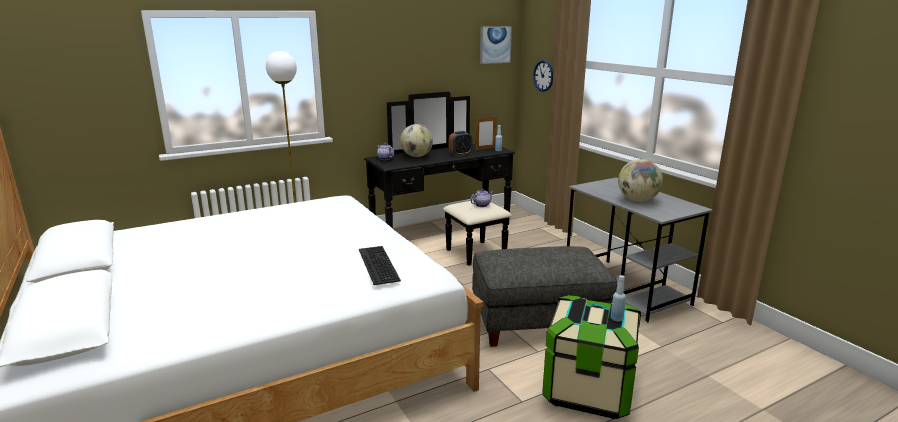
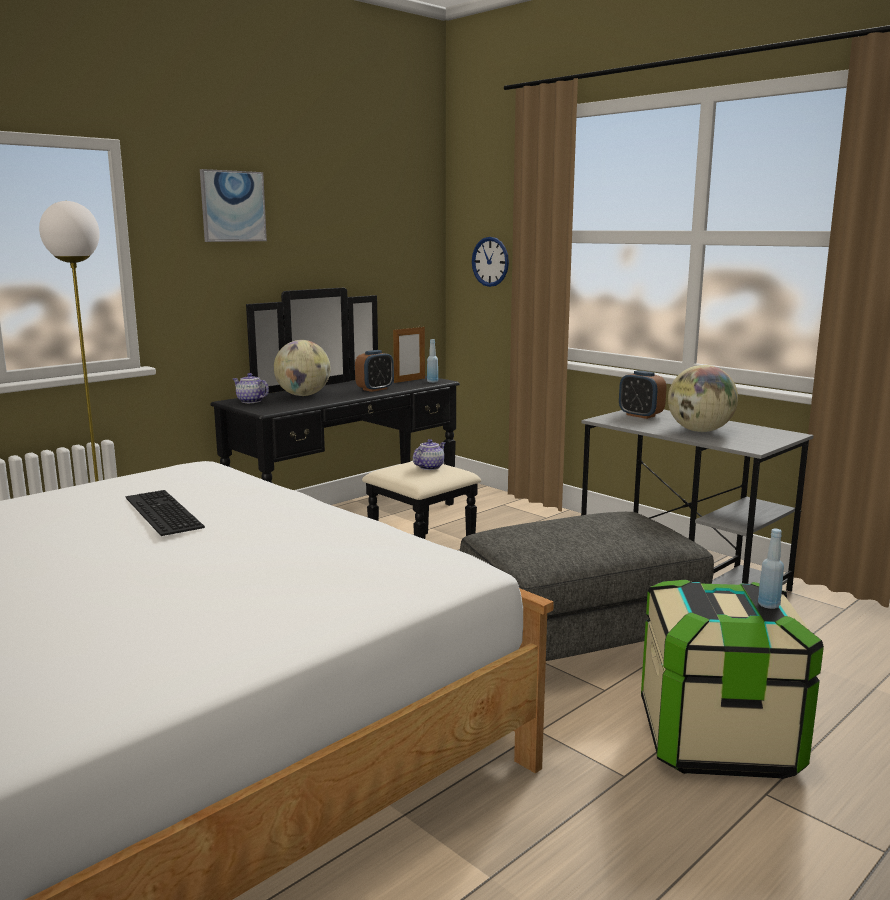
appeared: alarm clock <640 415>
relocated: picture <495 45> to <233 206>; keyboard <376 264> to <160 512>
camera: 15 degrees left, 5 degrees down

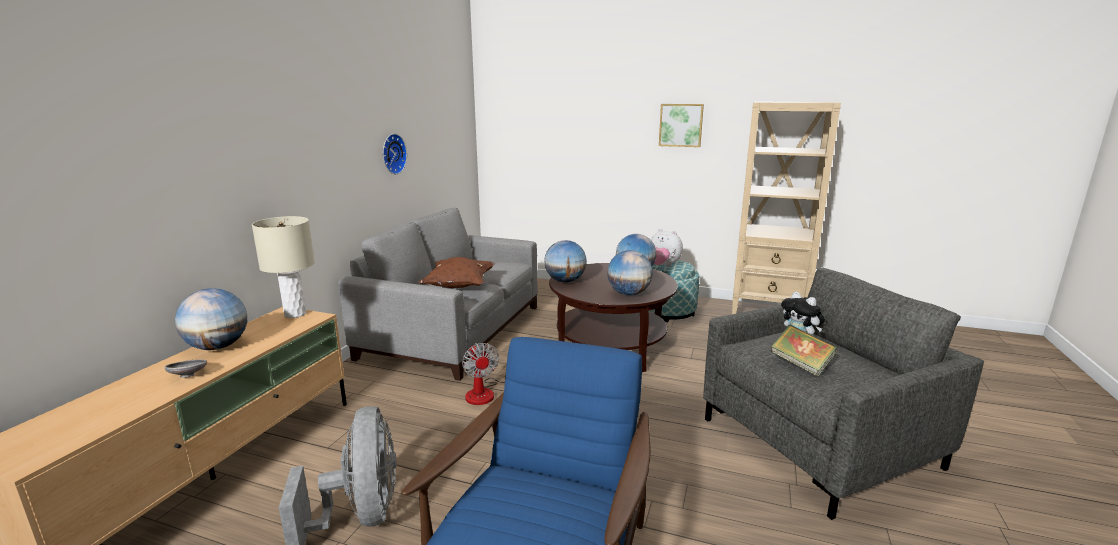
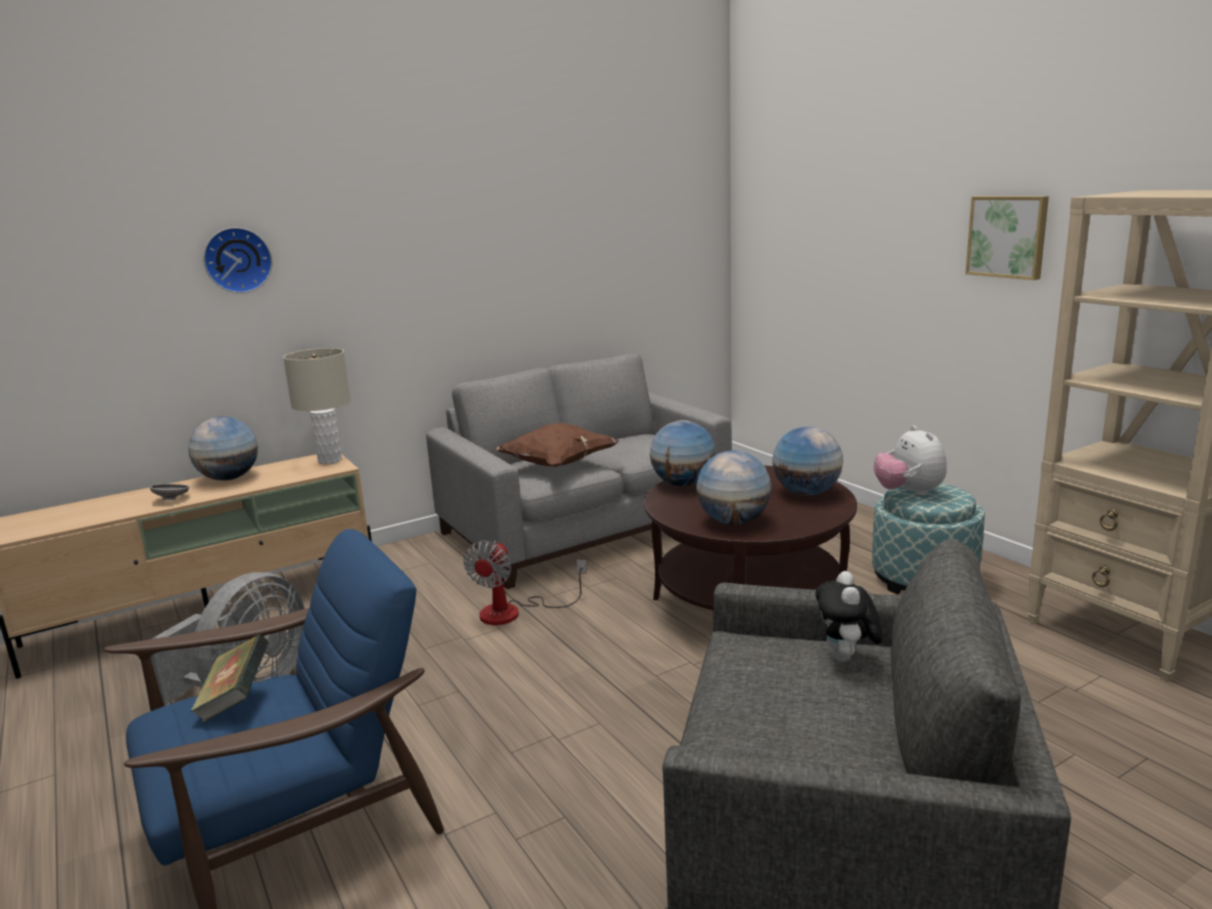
relocated: wall clock <392 154> to <237 260>; book <801 364> to <235 700>
camera: 40 degrees right, 0 degrees up

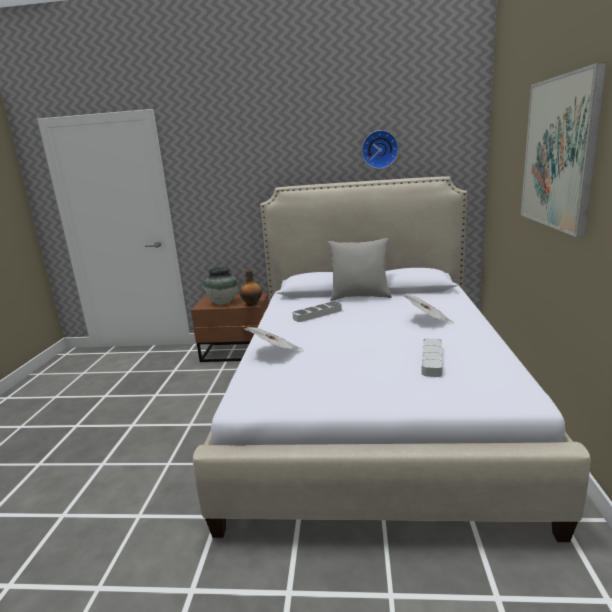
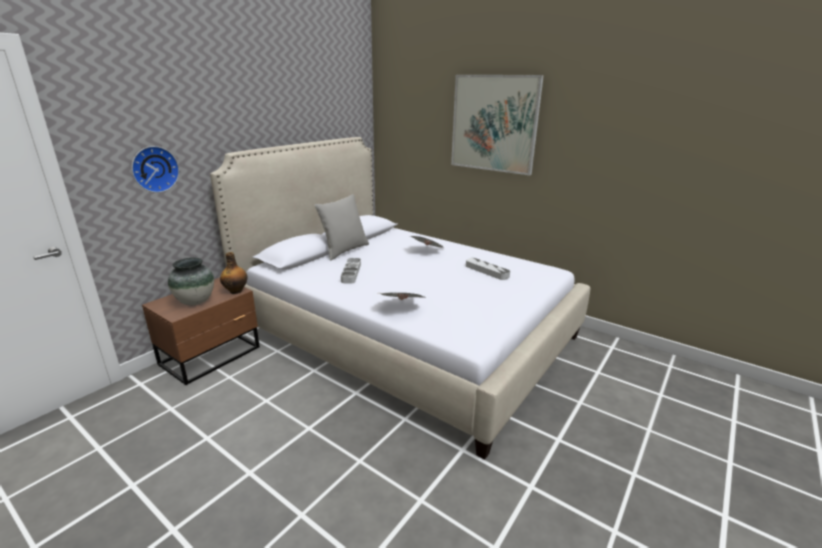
relocated: wall clock <379 149> to <154 169>
camera: 60 degrees left, 5 degrees up

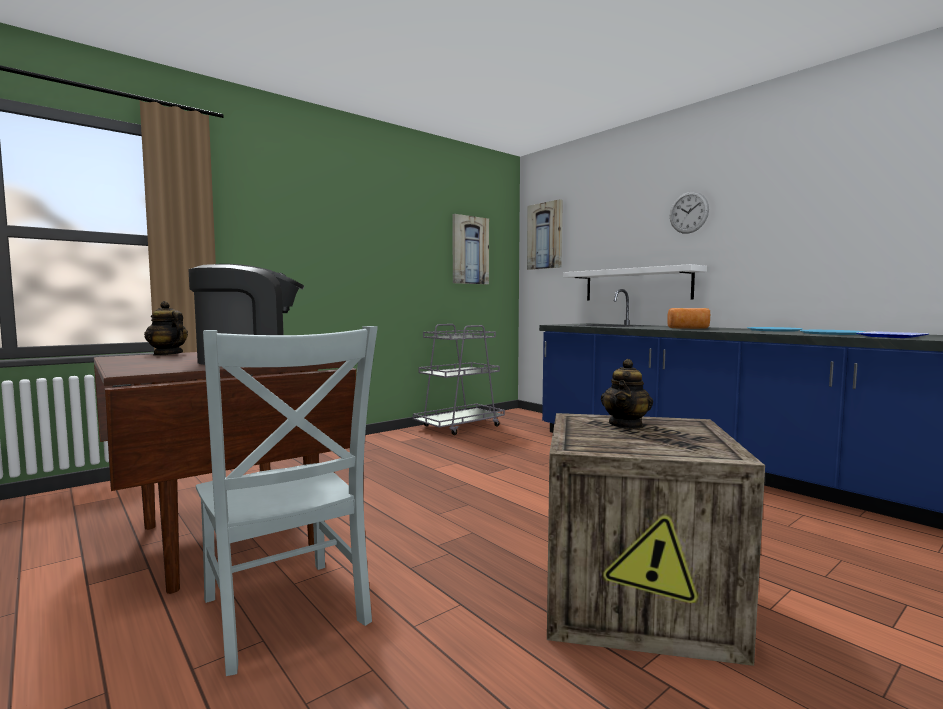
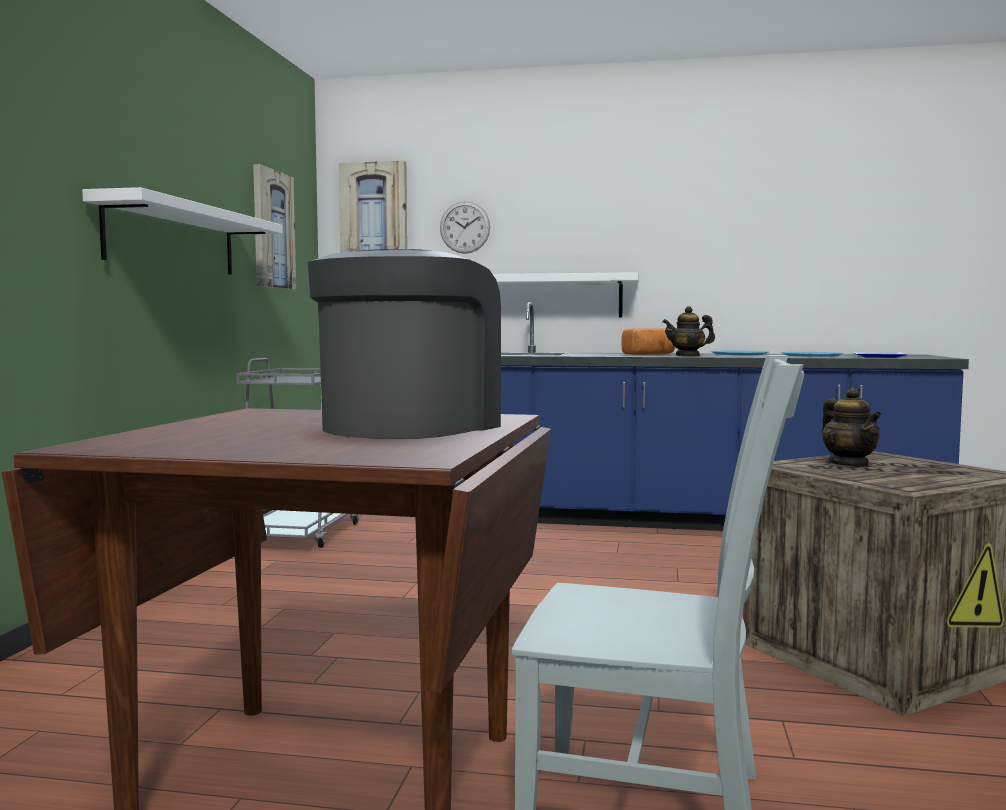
appeared: white shelf <173 239>
relocated: wall clock <688 212> to <465 227>; teapot <167 354> to <688 356>
camera: 40 degrees left, 0 degrees up

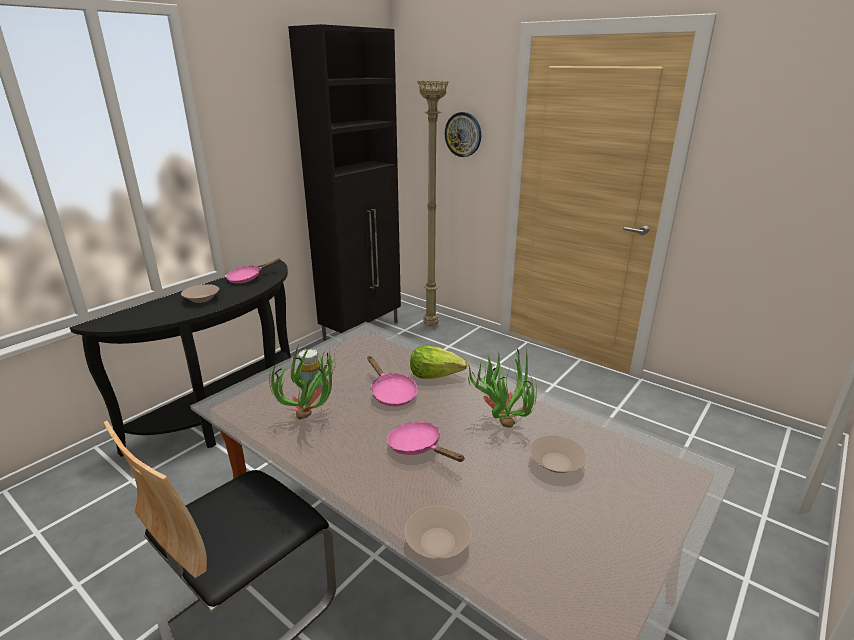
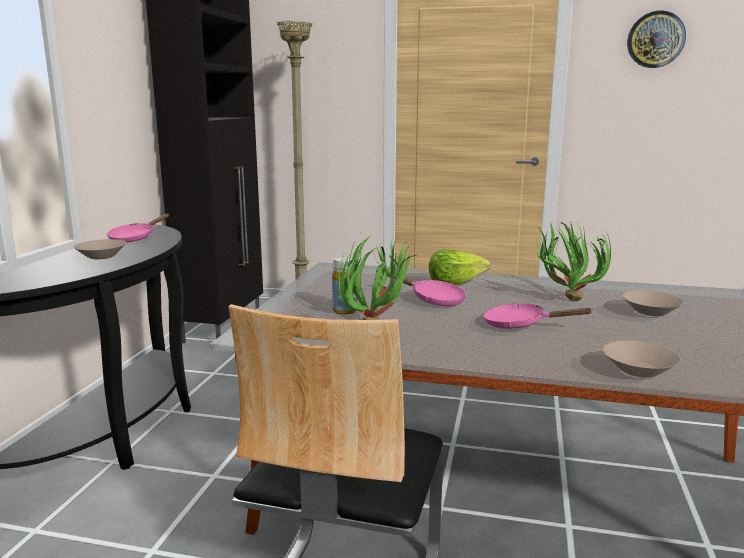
relocated: wall clock <463 134> to <655 39>
camera: 25 degrees left, 10 degrees down

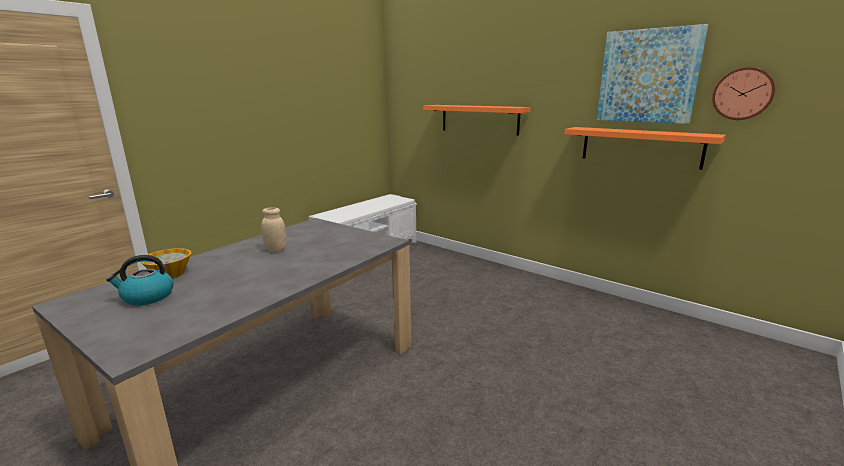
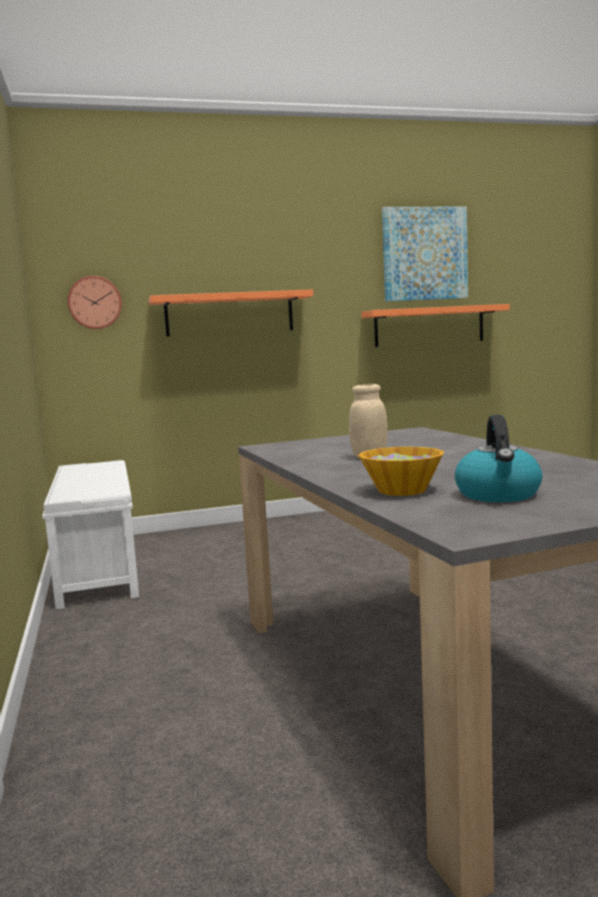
relocated: wall clock <743 94> to <95 302>
camera: 55 degrees left, 10 degrees down

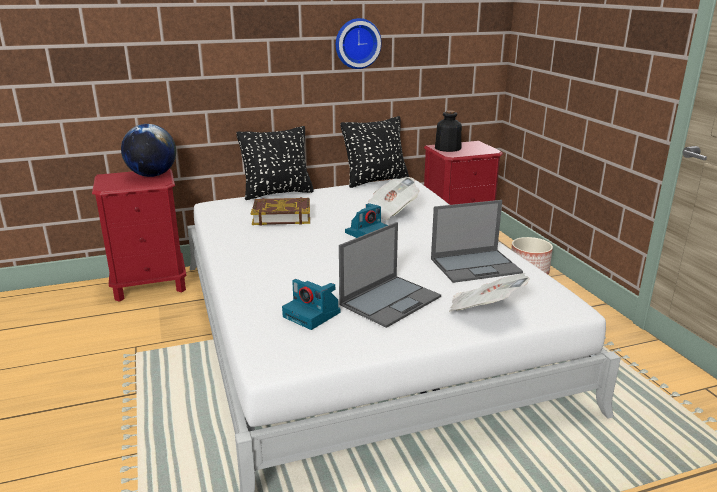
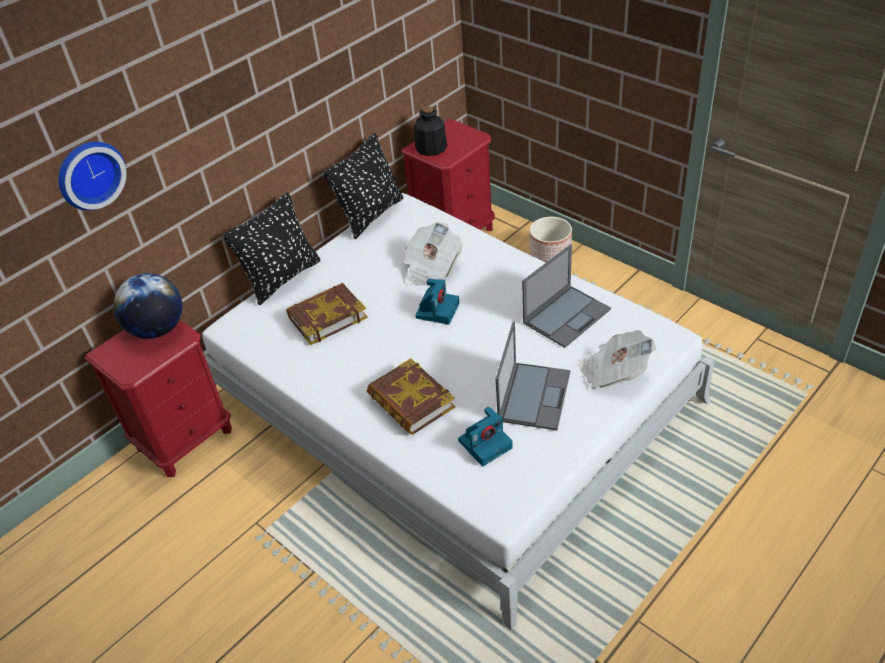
appeared: book <410 402>
relocated: wall clock <357 43> to <89 174>
spun: photo camera <313 315> = <485 443> 45 degrees counterclockwise
camera: 25 degrees left, 20 degrees up

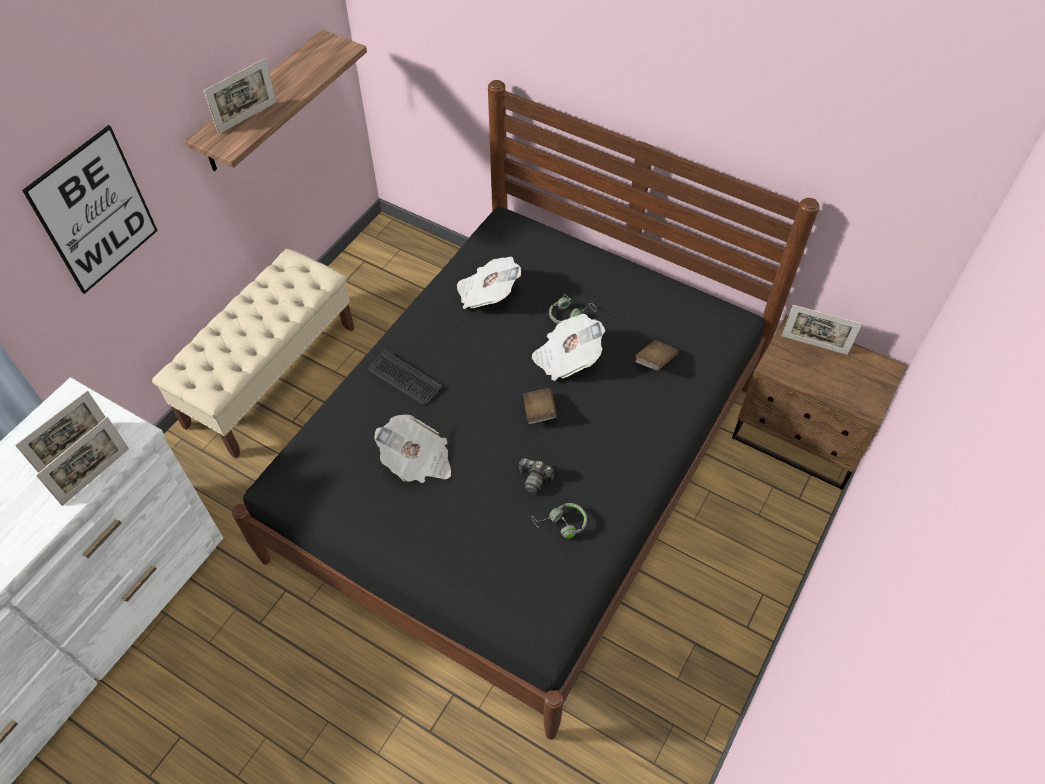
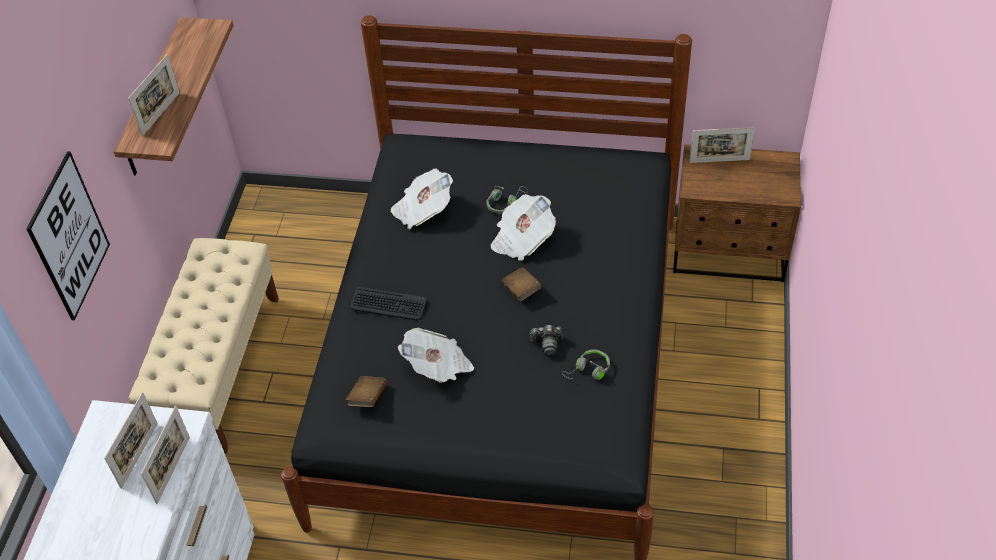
relocated: brown book <655 362> to <368 398>
camera: 20 degrees left, 5 degrees down

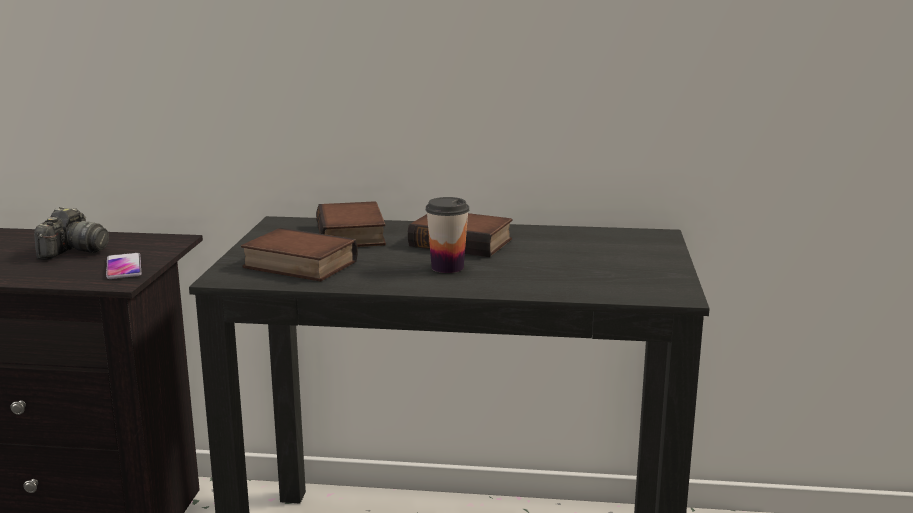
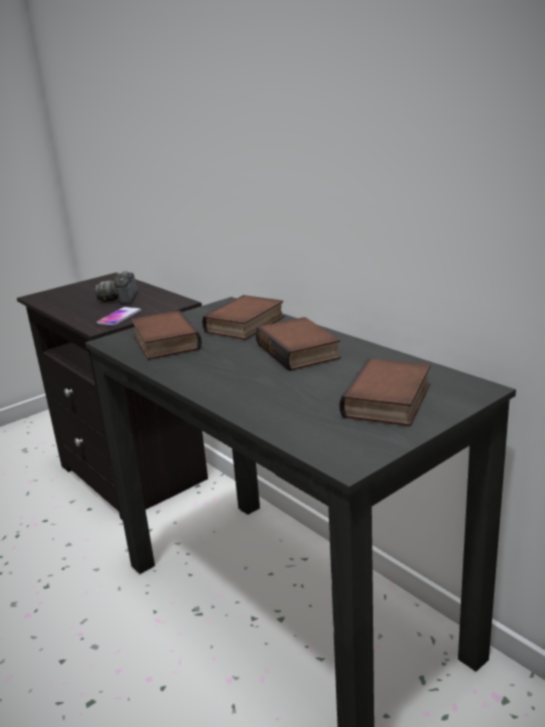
missing: cup <447 267>
appeared: book <389 402>
spun: photo camera <74 251> = <121 299> 120 degrees clockwise
camera: 45 degrees right, 5 degrees up

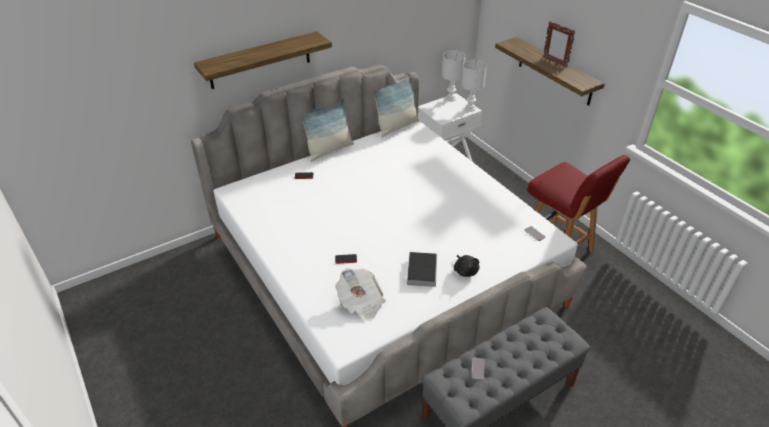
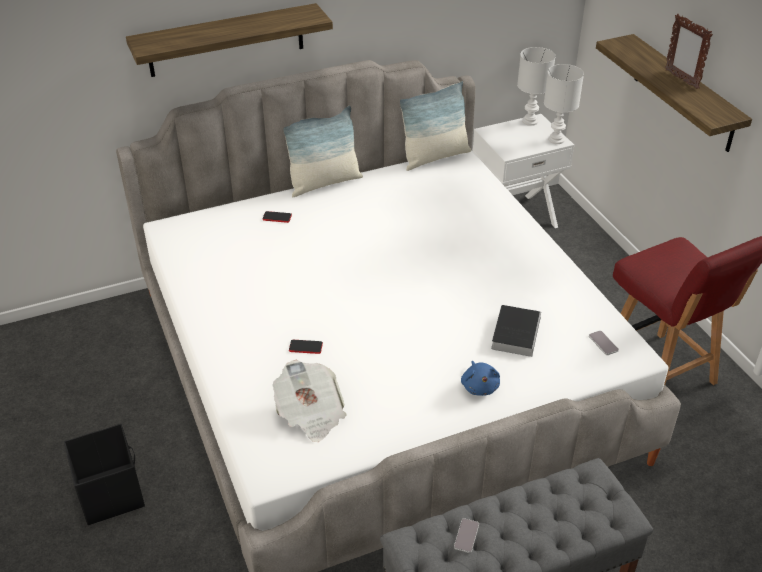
appeared: black storage box <111 493>
relocated: book <421 270> to <515 332>
colour: black plush toy <465 270> to blue plush toy <479 386>
camera: 10 degrees right, 0 degrees up

